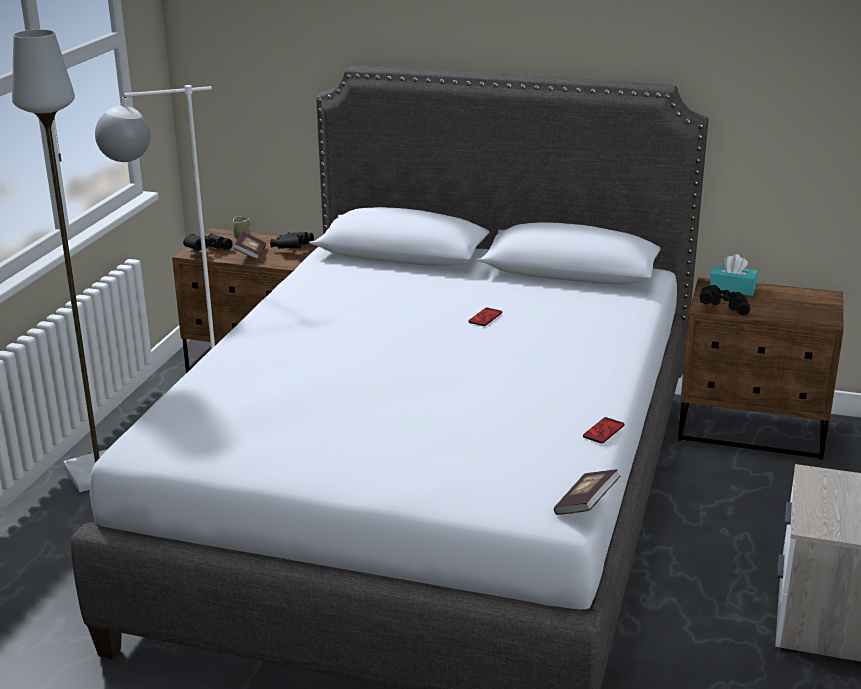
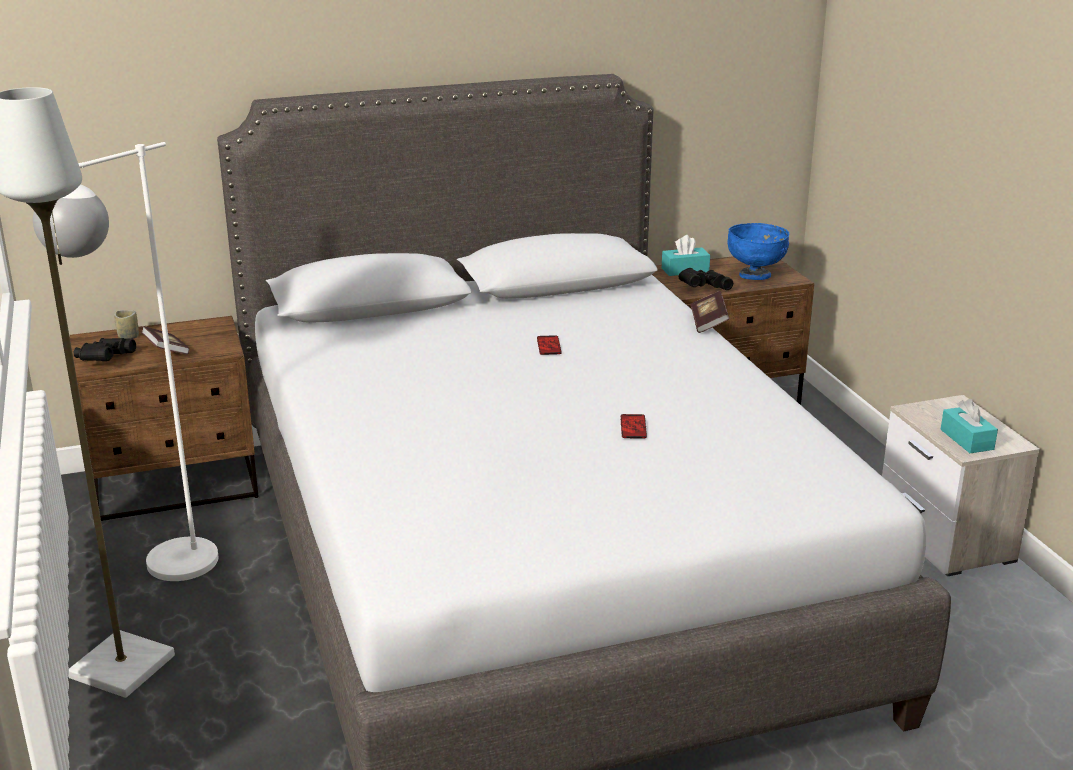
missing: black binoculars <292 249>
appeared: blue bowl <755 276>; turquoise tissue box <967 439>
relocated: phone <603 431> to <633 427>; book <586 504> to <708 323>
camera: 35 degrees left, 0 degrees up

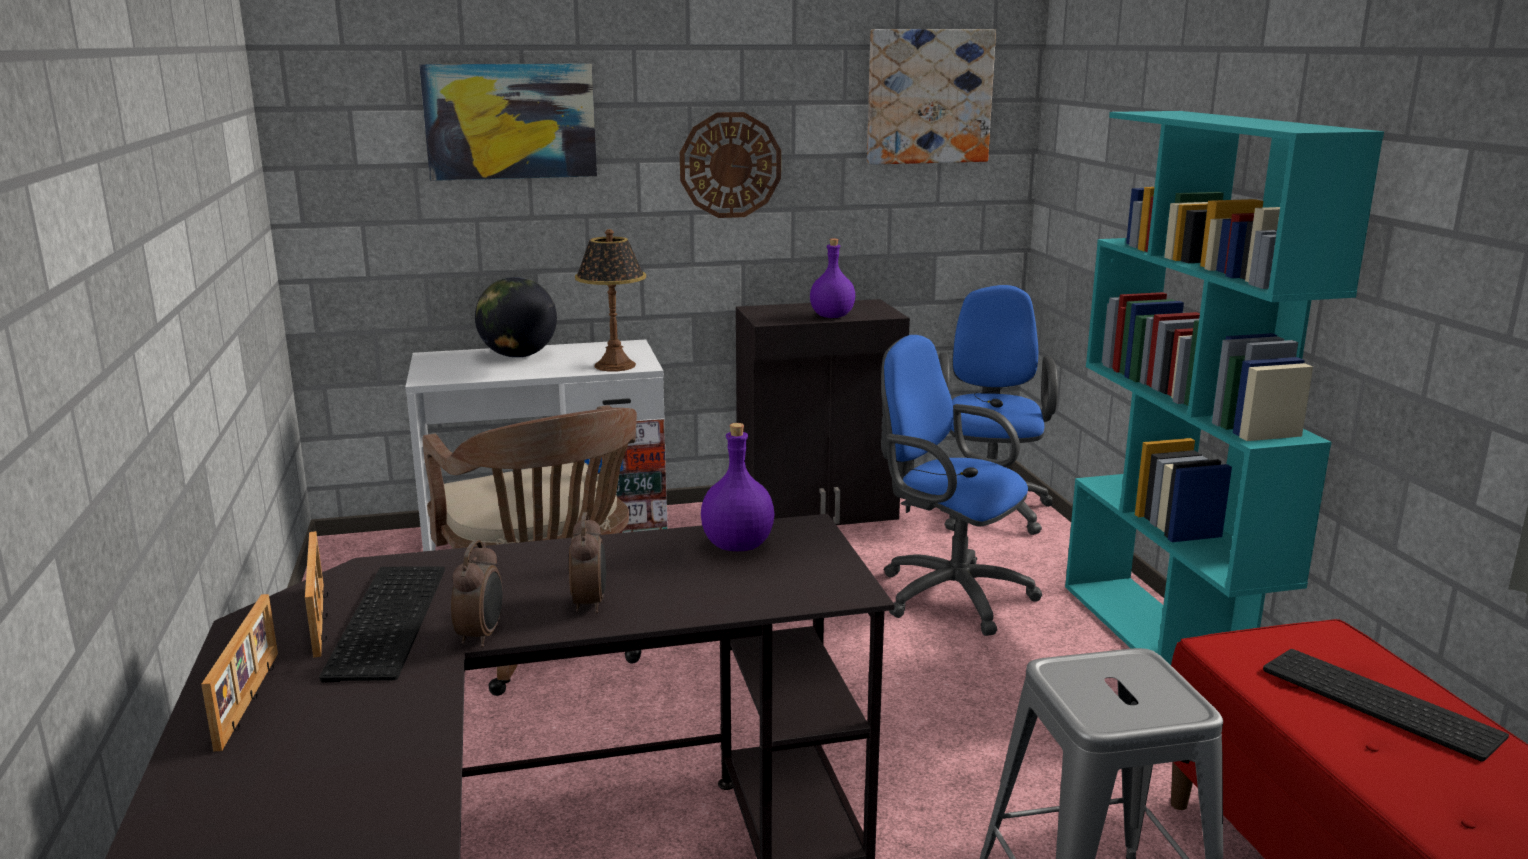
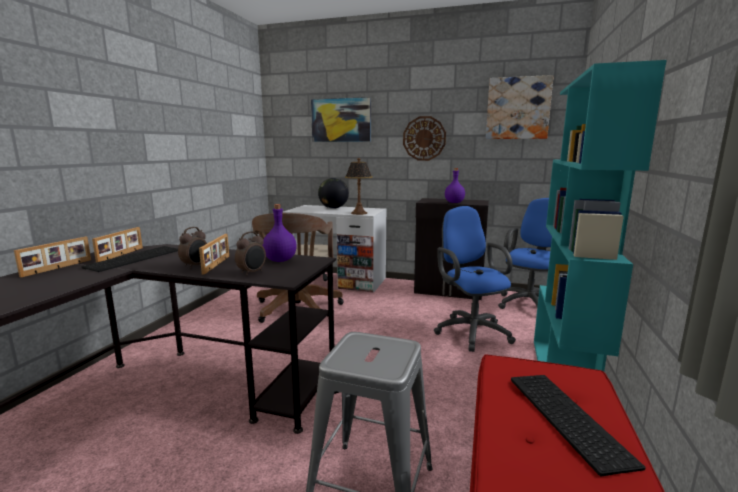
appeared: picture frame <217 264>
relocated: alarm clock <482 636> to <252 272>
camera: 30 degrees right, 5 degrees down

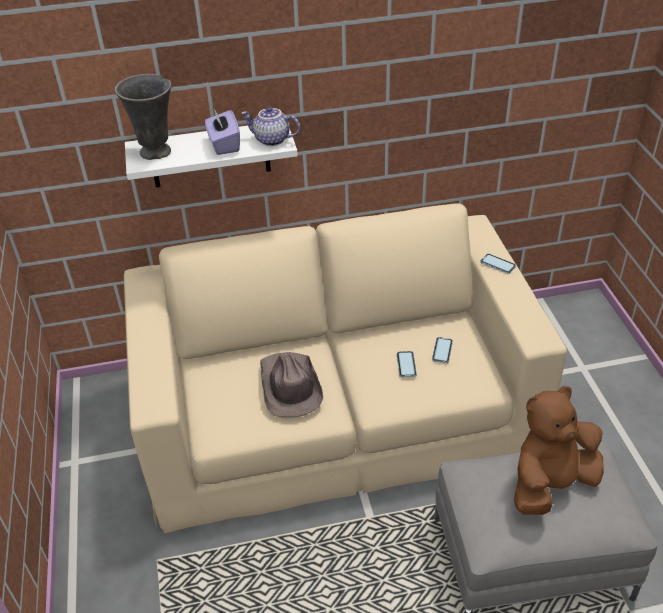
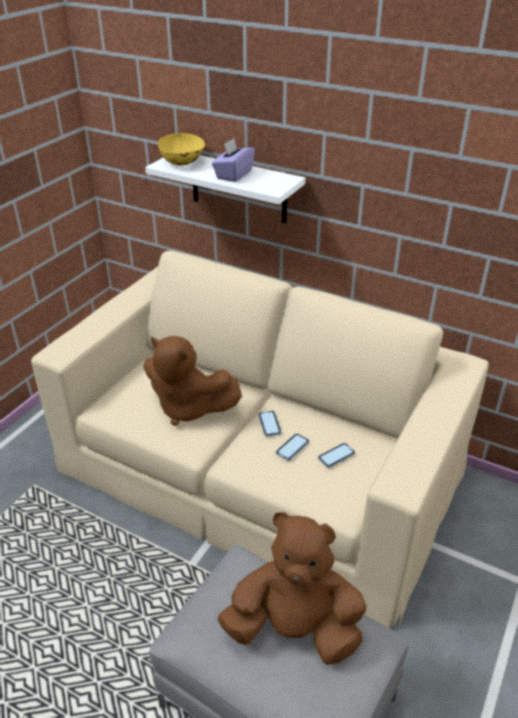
missing: teapot <271 140>
relocated: phone <497 264> to <269 424>
exchanged: grey vase <156 153> to yellow bowl <183 163>; brown hat <289 386> to brown plush toy <188 408>
camera: 40 degrees right, 5 degrees down

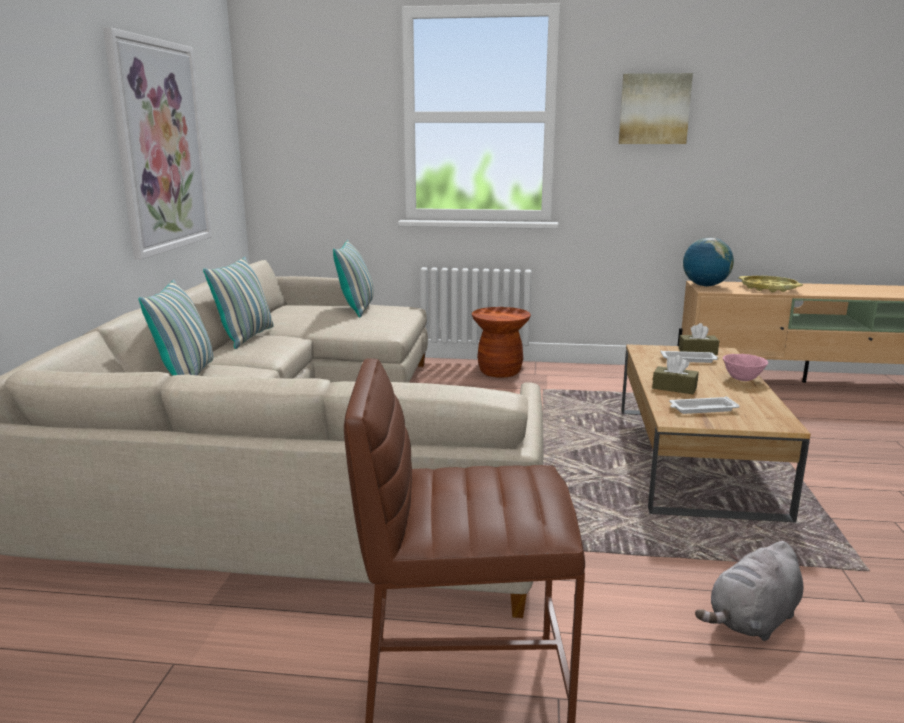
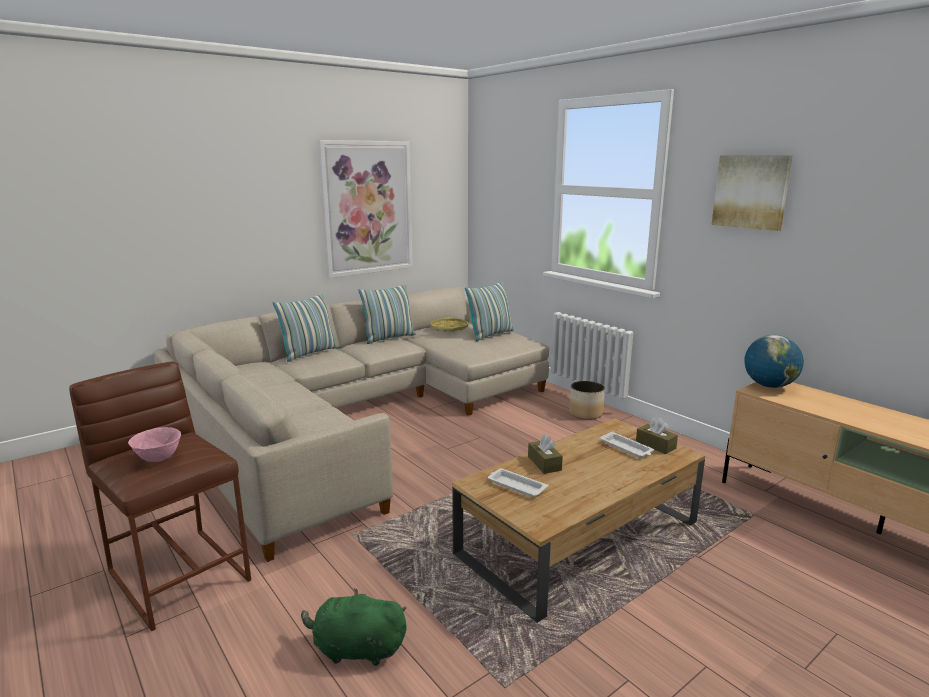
relocated: yellow tray <768 288> to <449 328>; pink bowl <743 379> to <158 459>
exchanged: brown stool <499 371> to planter <586 414>
colour: grey plush toy <752 621> to green plush toy <356 649>
camera: 45 degrees right, 0 degrees up

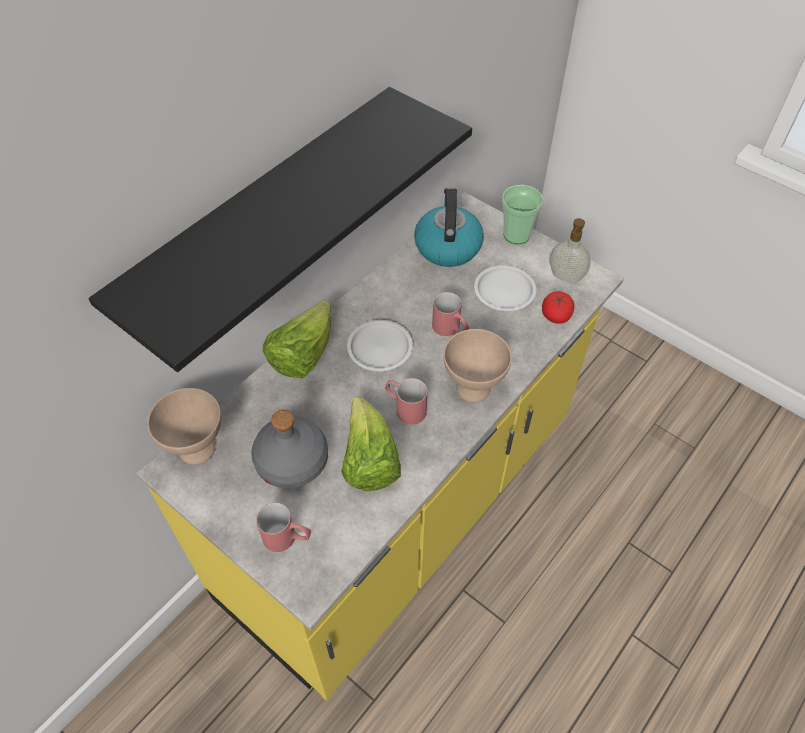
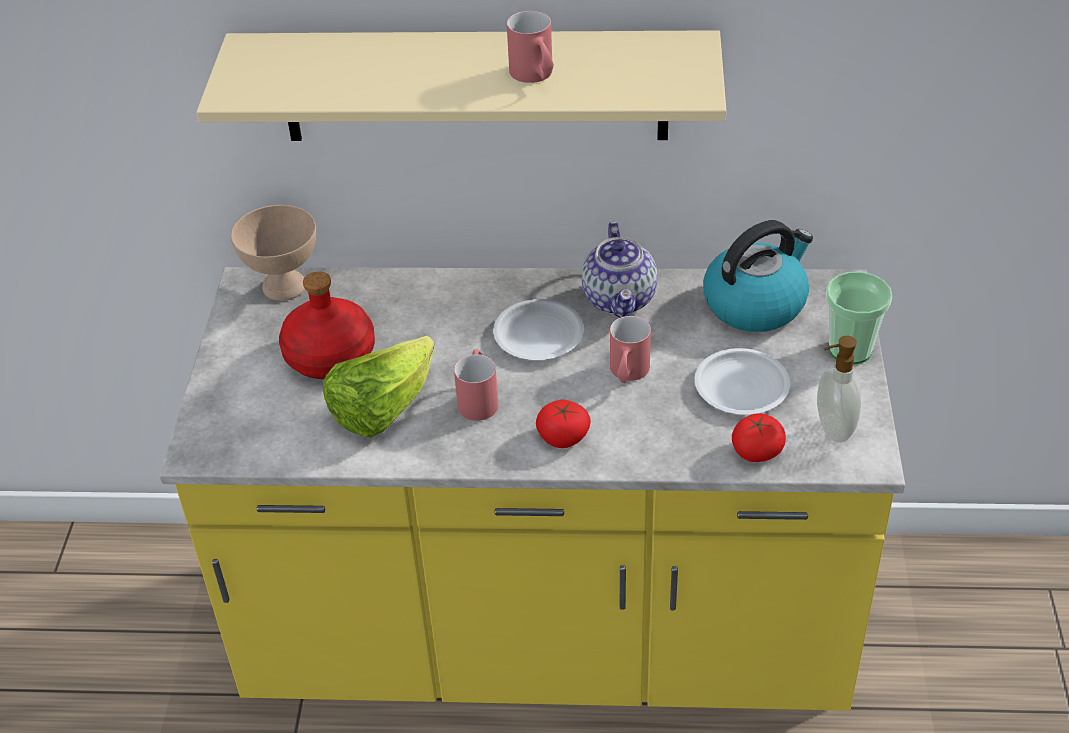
missing: lettuce <303 355>
appeared: teapot <620 299>
relocated: red mug <287 538> to <535 77>
exchanged: beige bowl <473 388> to tomato <563 437>
colour: black shelf <264 218> to beige shelf <474 86>; grey bottle <291 462> to red bottle <329 356>
camera: 55 degrees right, 10 degrees down

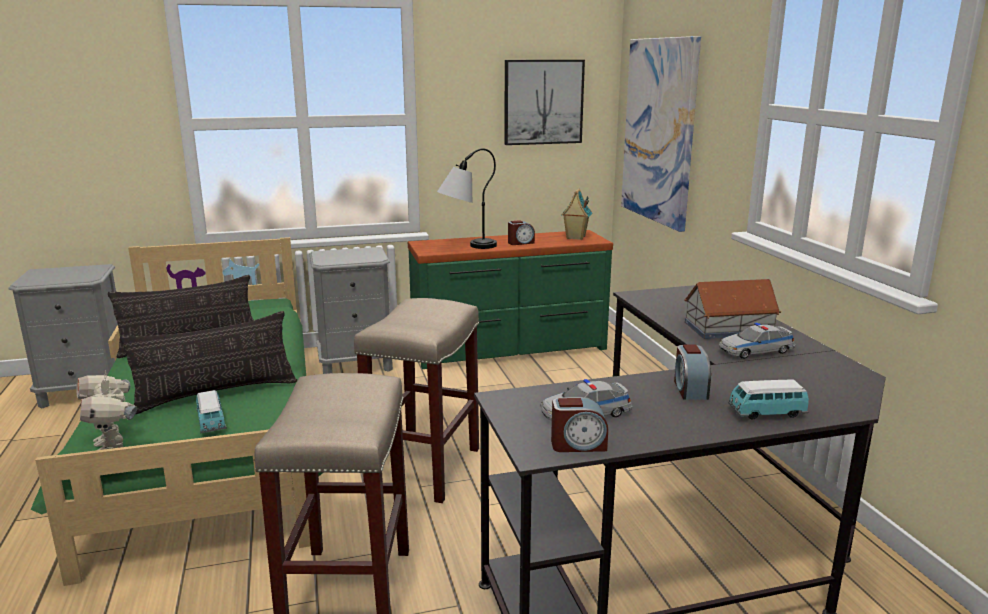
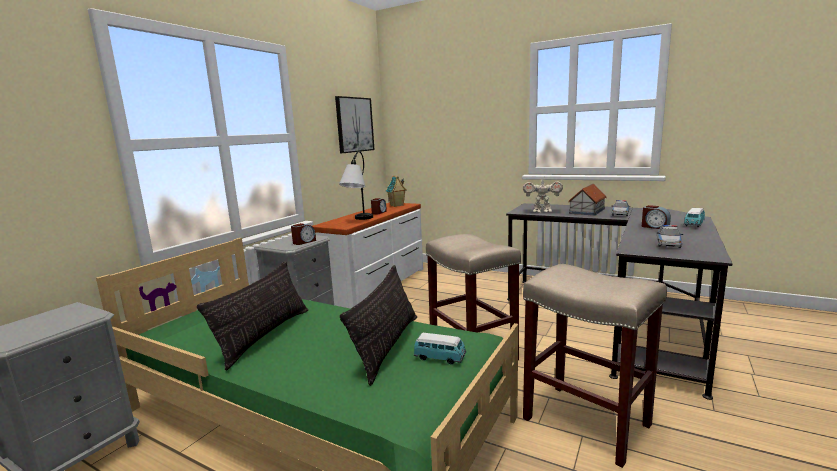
missing: picture <659 131>
relocated: toy robot <112 446> to <542 211>; alarm clock <578 445> to <304 242>
colour: green dresser <509 349> to white dresser <377 286>
camera: 45 degrees left, 5 degrees down

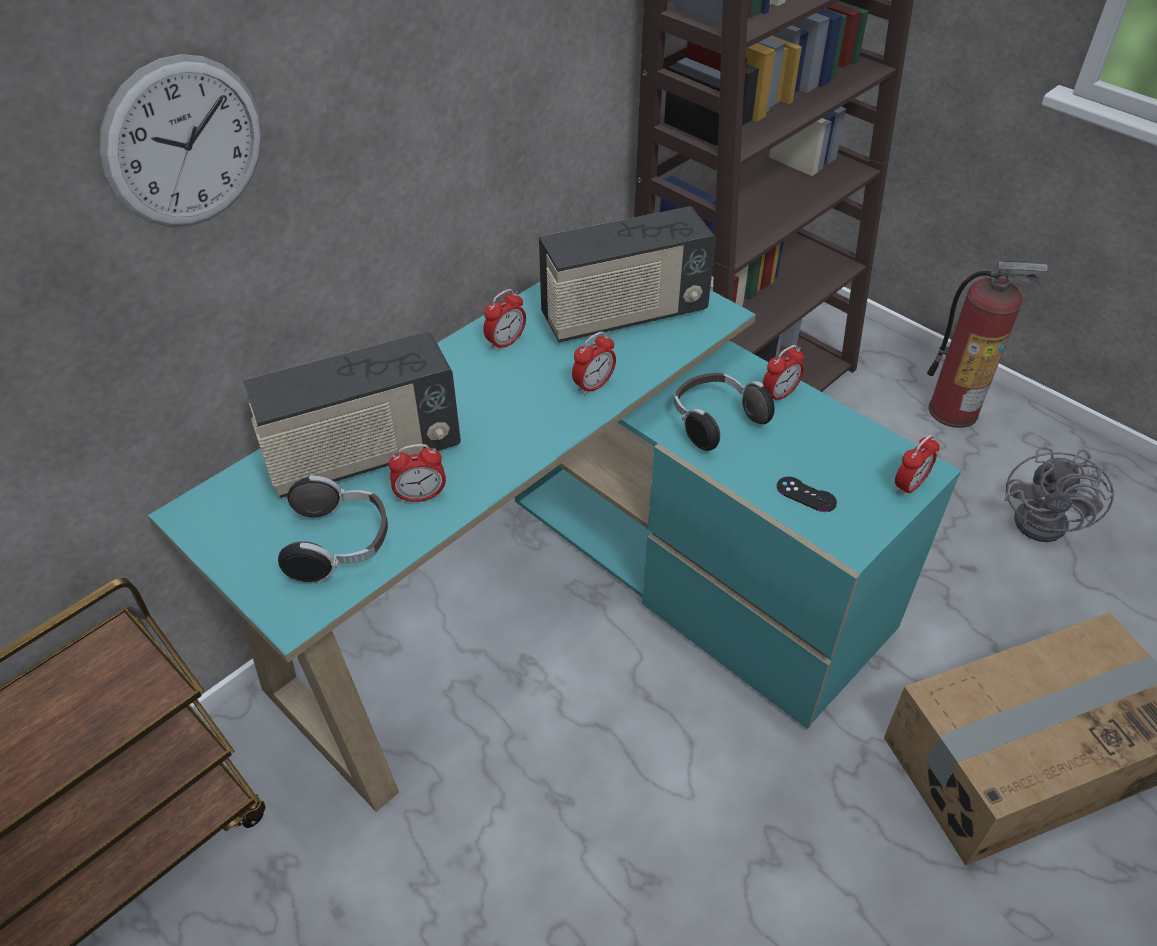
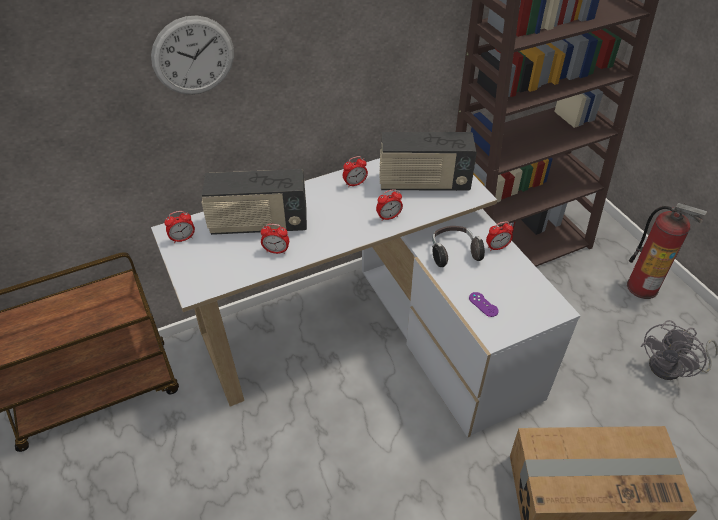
missing: headphones <340 544>
relocated: alarm clock <909 486> to <183 239>
colour: turquoise desk <576 605> to white desk <371 335>; black game controller <806 494> to purple game controller <483 304>
camera: 20 degrees right, 0 degrees up

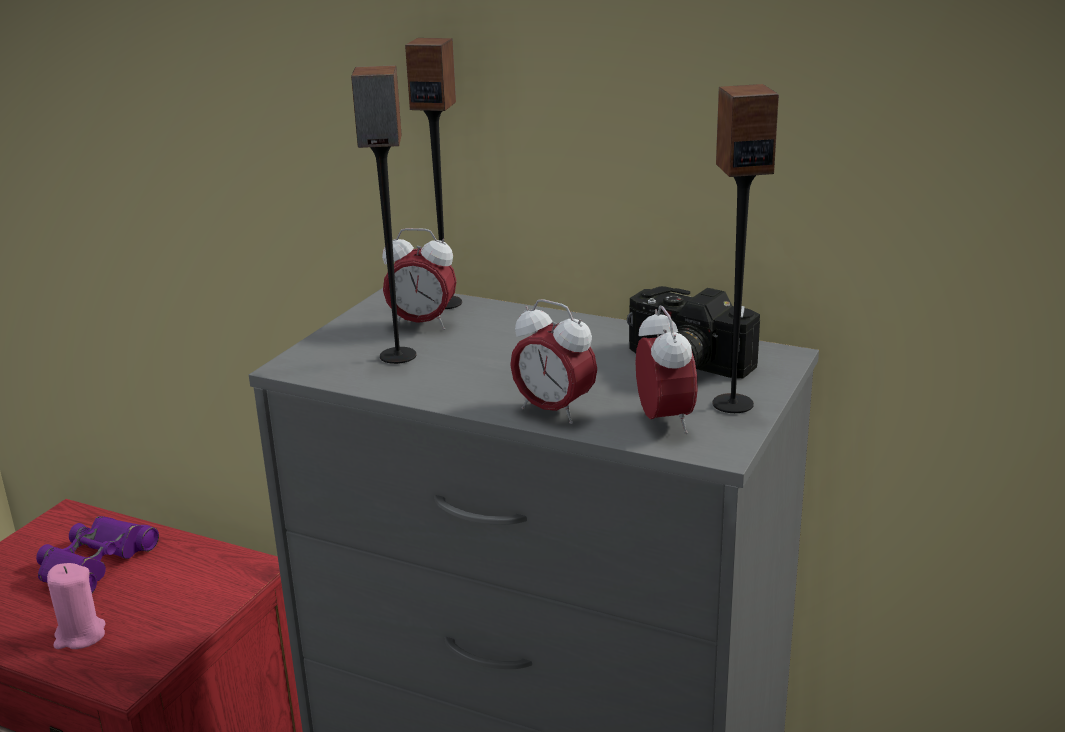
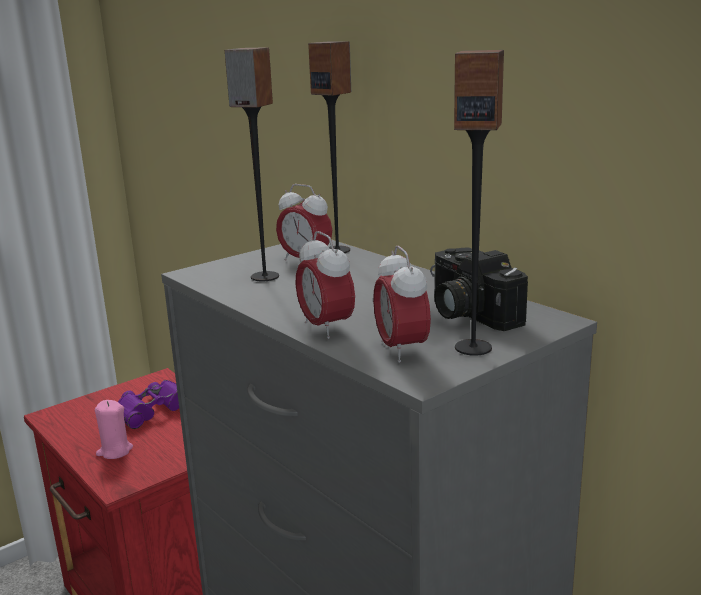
spun: alarm clock <664 421> = <401 350> 150 degrees clockwise
camera: 25 degrees right, 5 degrees down

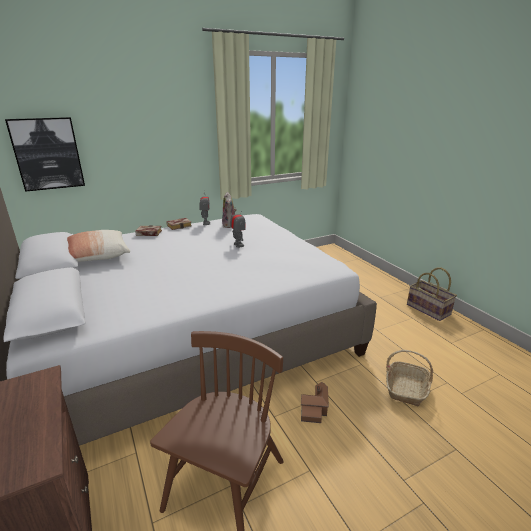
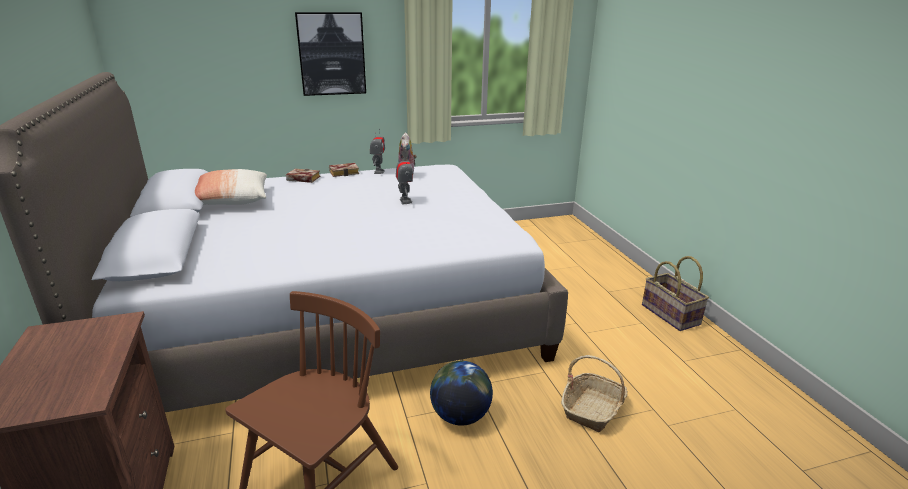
relocated: picture <47 154> to <331 54>
exchanged: toy house <314 408> to globe <460 416>
camera: 10 degrees right, 0 degrees up

